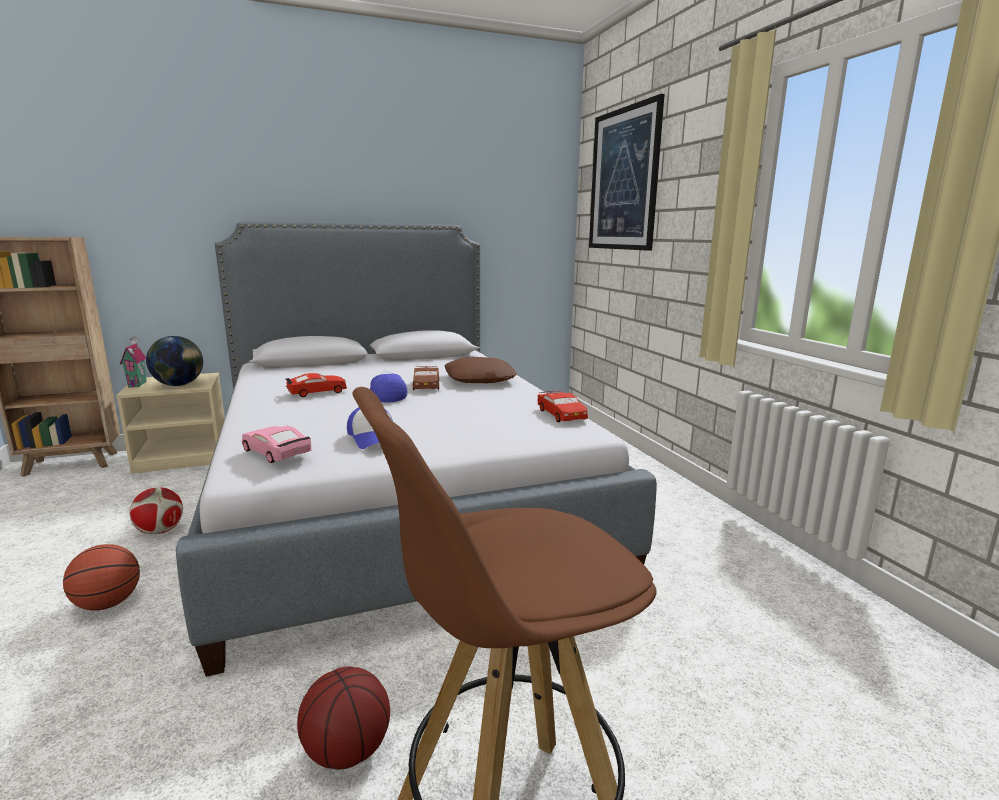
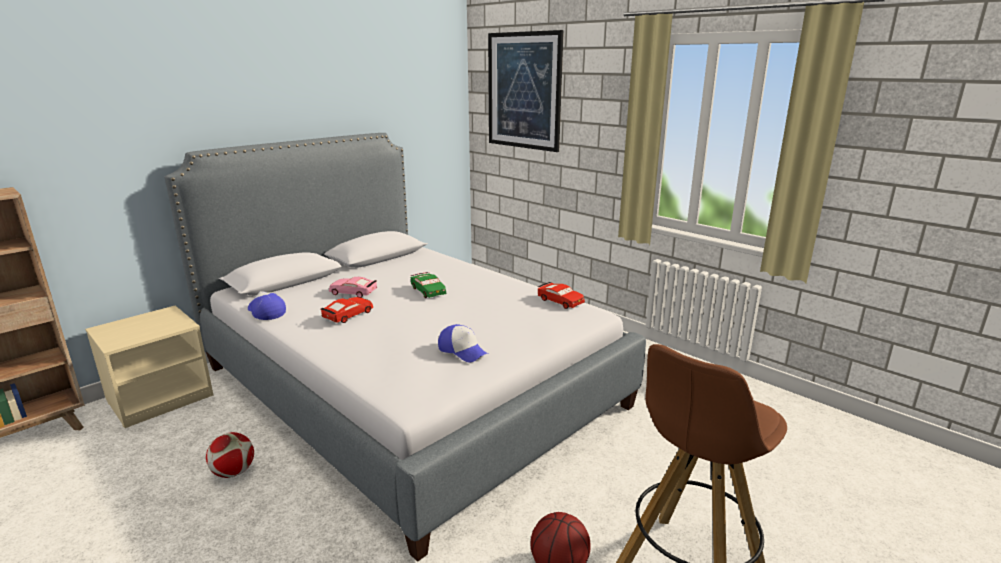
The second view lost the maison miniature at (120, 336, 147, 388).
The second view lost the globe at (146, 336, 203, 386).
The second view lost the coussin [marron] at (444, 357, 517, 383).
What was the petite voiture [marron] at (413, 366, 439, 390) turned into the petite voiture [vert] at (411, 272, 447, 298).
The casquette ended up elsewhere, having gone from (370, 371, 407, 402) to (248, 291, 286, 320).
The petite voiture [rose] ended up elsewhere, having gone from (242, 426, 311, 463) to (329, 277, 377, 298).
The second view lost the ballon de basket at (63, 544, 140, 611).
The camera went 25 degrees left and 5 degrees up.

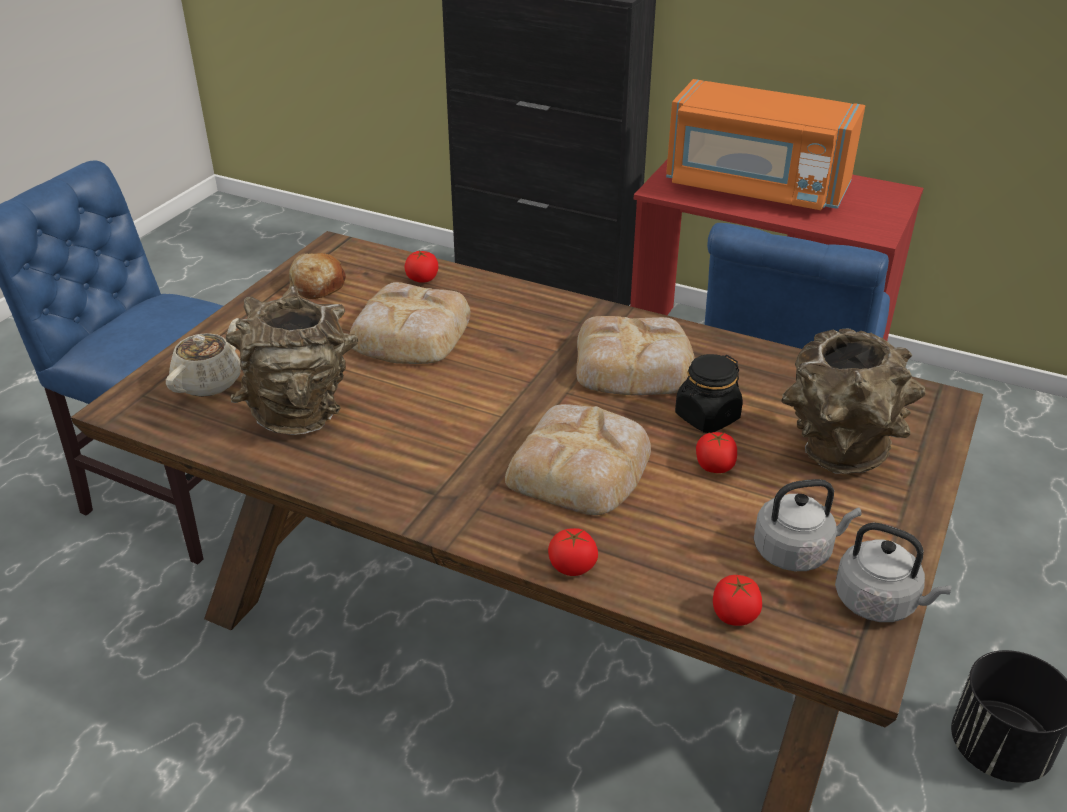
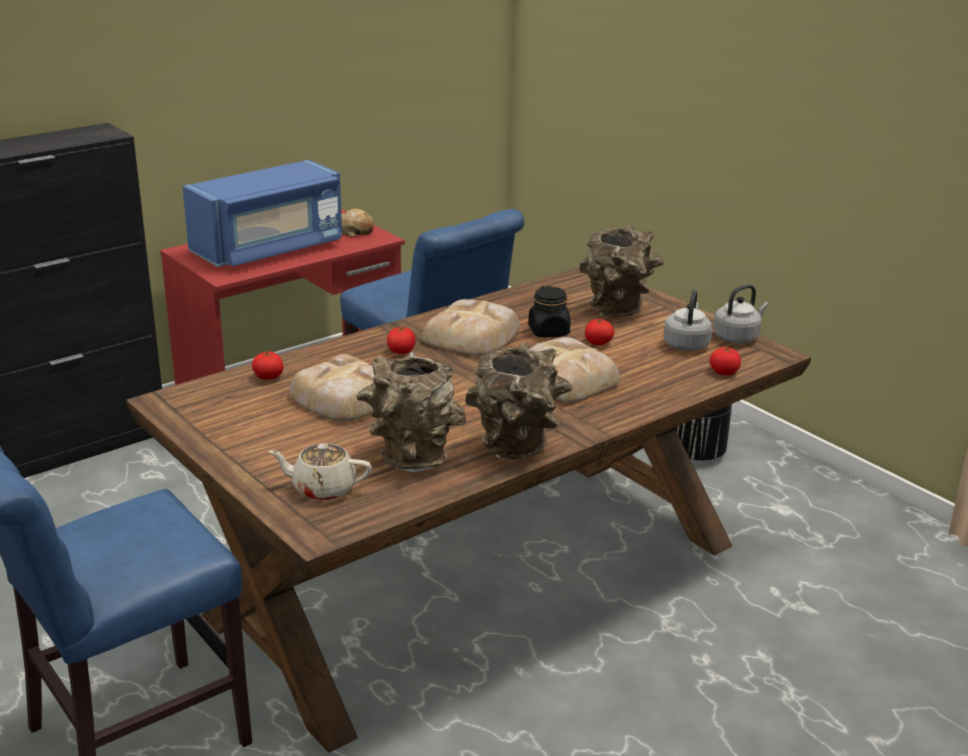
What was the micro-ondes [orange] at (666, 79, 865, 210) turned into the micro-ondes [bleu] at (182, 160, 342, 267).
The pain ended up elsewhere, having gone from (289, 253, 346, 299) to (341, 208, 374, 237).
The théière [beige] at (166, 318, 241, 397) ended up facing another way, 45 degrees counterclockwise from before.
The tomate ended up elsewhere, having gone from (548, 528, 598, 576) to (387, 327, 415, 354).
The second view gained the vase [marron] at (465, 343, 572, 460).
The camera went 65 degrees left and 10 degrees down.

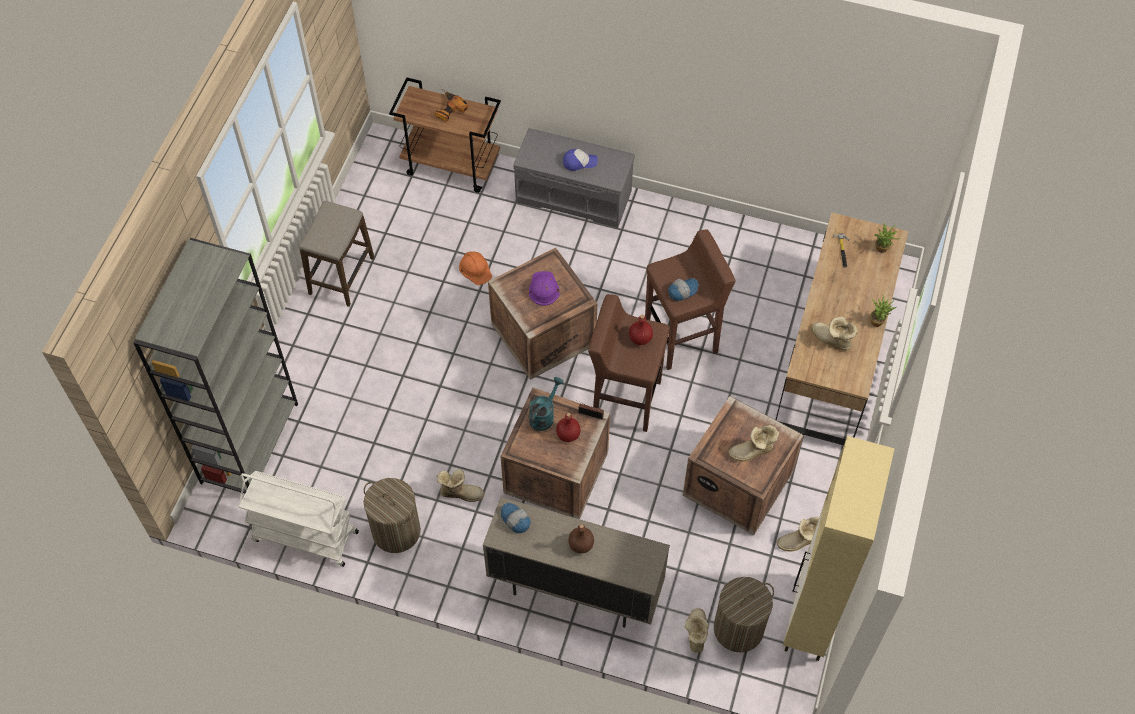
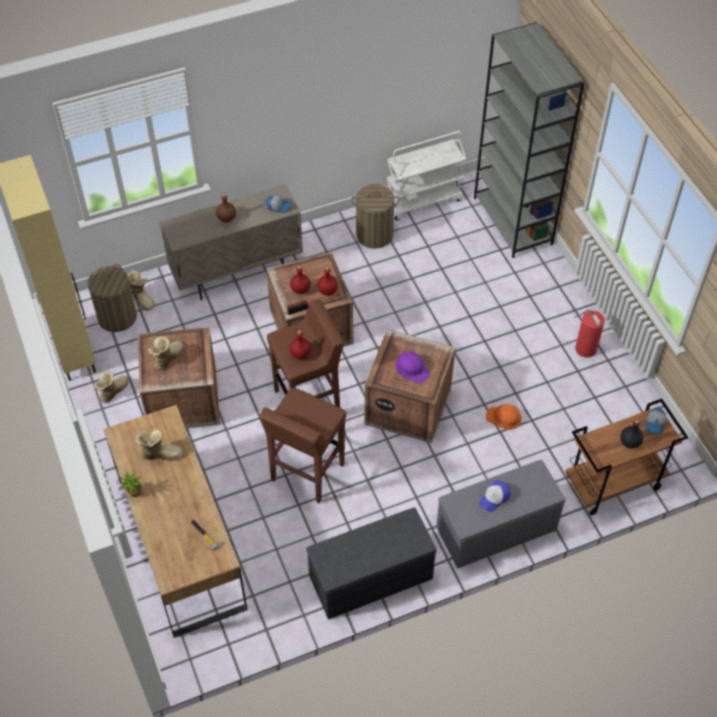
Where the perceuse stood at (435, 89, 468, 122), the bouteille [noir] came to stand at (621, 420, 643, 448).
Where the tabouret stood at (299, 201, 374, 307), the extincteur came to stand at (575, 309, 605, 358).
The second view lost the plante en pot at (874, 222, 901, 253).
The casquette ended up elsewhere, having gone from (668, 278, 699, 301) to (645, 408, 666, 434).
Where the arrosoir [turquoise] stood at (529, 377, 564, 431), the bouteille [rouge] came to stand at (318, 267, 338, 295).
The second view lost the botte at (437, 469, 484, 502).
The second view gained the banc [gris] at (306, 507, 436, 620).
The camera went 140 degrees right and 5 degrees down.

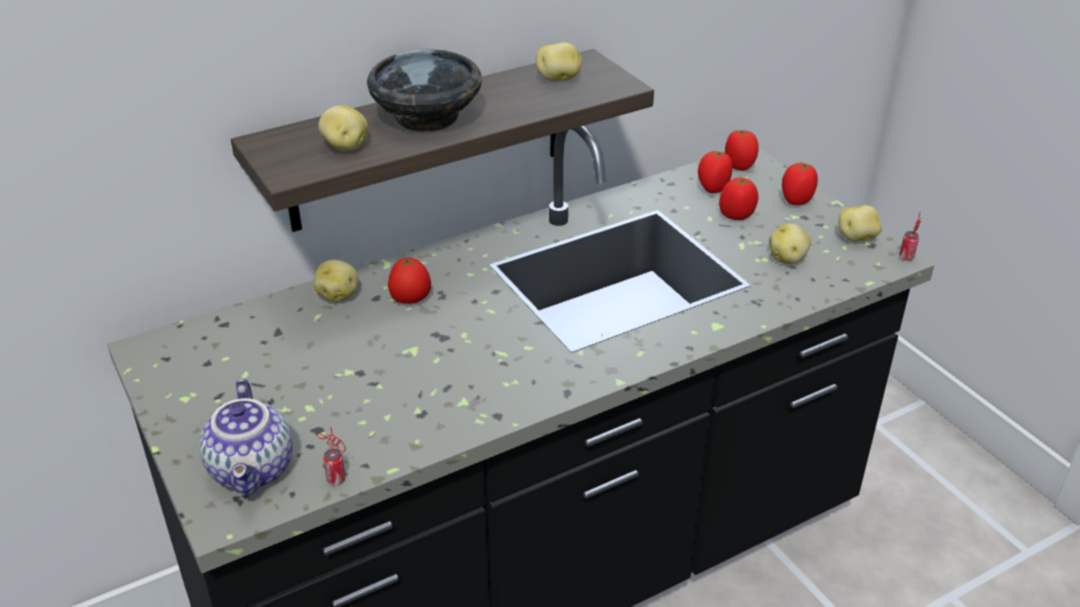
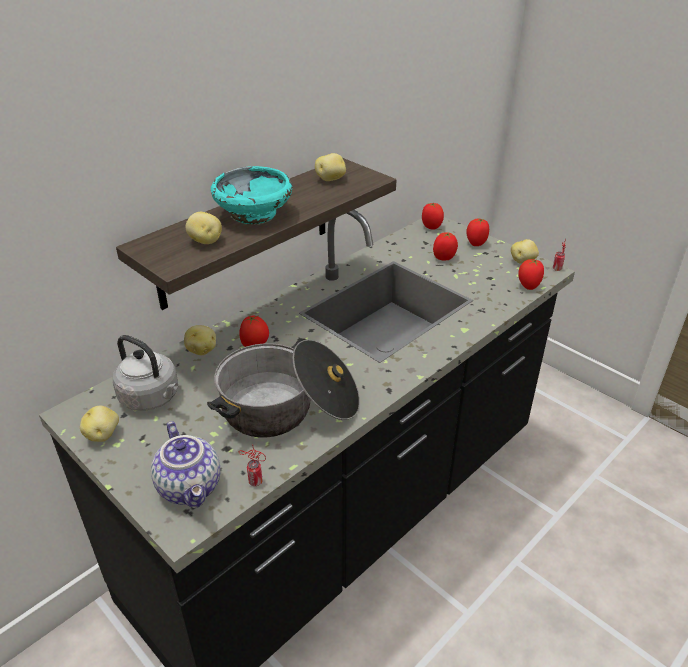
What was the bol [noir] at (367, 49, 482, 133) turned into the bol [turquoise] at (211, 166, 293, 225).
The tomate ended up elsewhere, having gone from (698, 151, 732, 193) to (518, 259, 544, 290).
The pomme de terre ended up elsewhere, having gone from (769, 224, 811, 264) to (80, 406, 119, 442).
The second view gained the bouilloire [gris] at (113, 335, 178, 411).
The second view gained the marmite at (207, 338, 360, 437).
The camera went 15 degrees left and 0 degrees up.

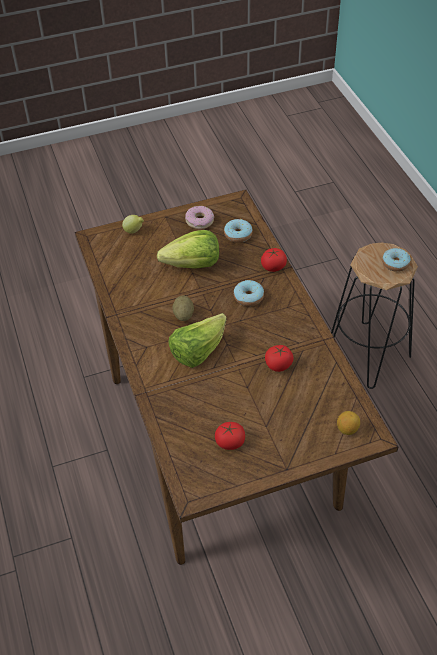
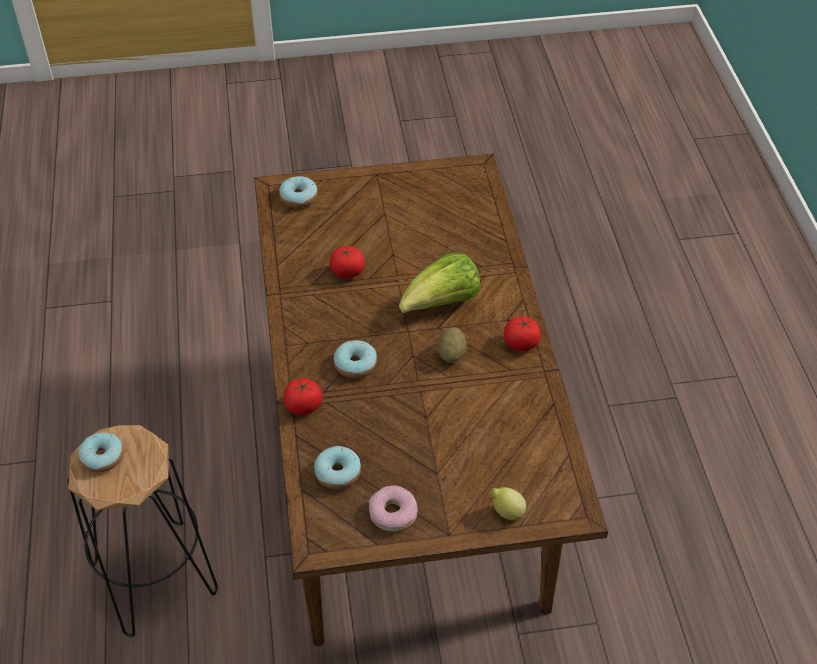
The second view lost the laitue at (157, 230, 219, 269).
Where the citron stood at (337, 411, 360, 435), the beignet came to stand at (279, 176, 318, 208).
The tomate ended up elsewhere, having gone from (215, 422, 245, 450) to (504, 316, 541, 351).
The camera went 170 degrees left and 0 degrees up.

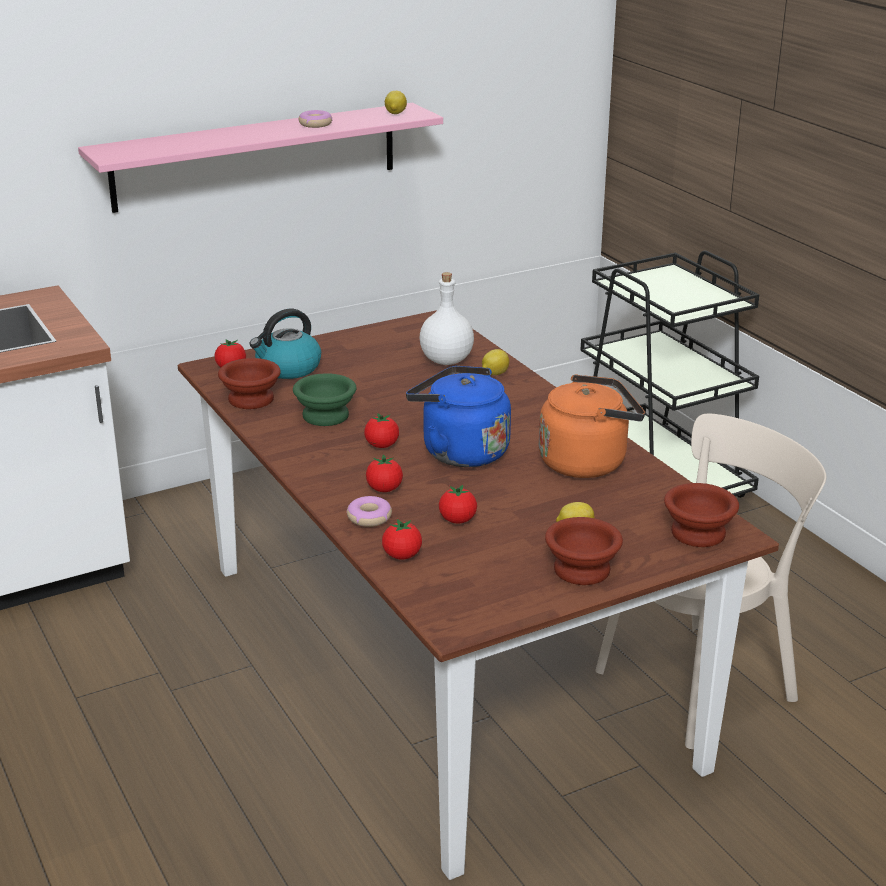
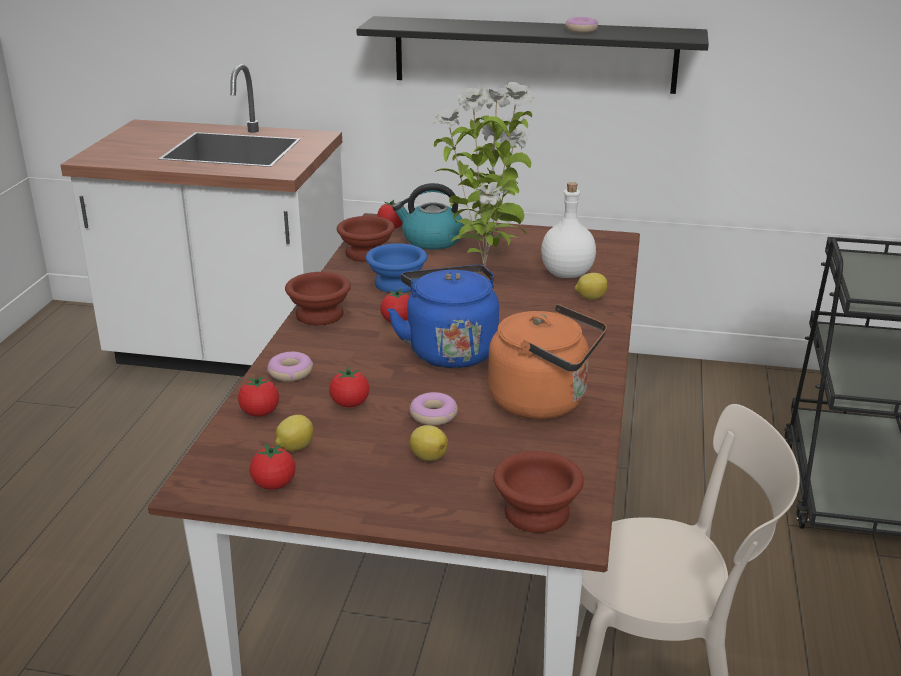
The citron ended up elsewhere, having gone from (385, 91, 407, 114) to (275, 415, 314, 451).
What was the étagère [rose] at (78, 103, 443, 213) turned into the étagère [noir] at (356, 16, 709, 94).
What was the bol [vert] at (293, 373, 357, 426) turned into the bol [bleu] at (366, 243, 427, 293).
The tomate ended up elsewhere, having gone from (366, 454, 403, 492) to (250, 443, 295, 490).
The bol [marron] ended up elsewhere, having gone from (545, 517, 623, 585) to (285, 272, 351, 325).
The second view gained the plante en pot at (434, 82, 534, 266).
The second view gained the beignet at (410, 392, 458, 426).
The camera went 40 degrees right and 0 degrees up.

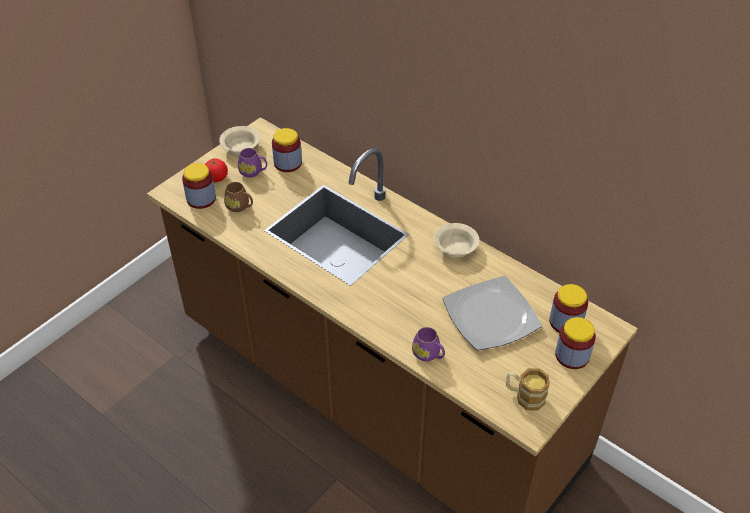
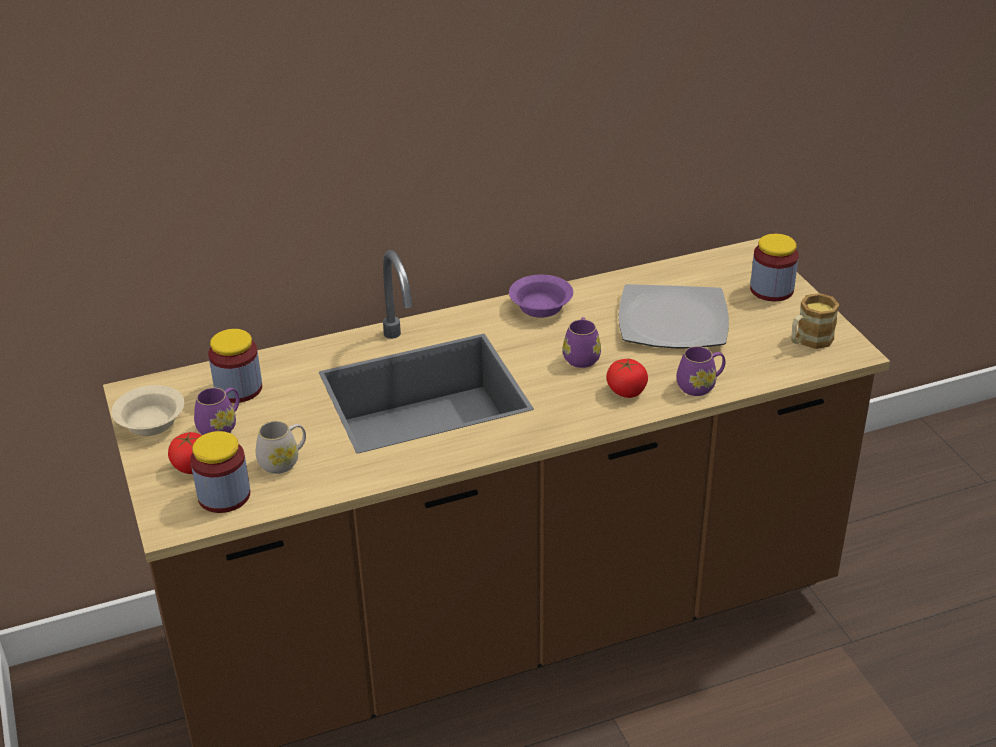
What was the mug [marron] at (224, 182, 253, 212) turned into the mug [blanc] at (256, 421, 306, 474).
What was the bol [beige] at (434, 223, 479, 257) turned into the bol [violet] at (509, 275, 573, 318).
The second view lost the bocal at (549, 284, 588, 333).
The second view gained the mug [violet] at (563, 317, 601, 368).
The second view gained the tomate at (606, 359, 648, 398).
The camera went 60 degrees left and 10 degrees down.

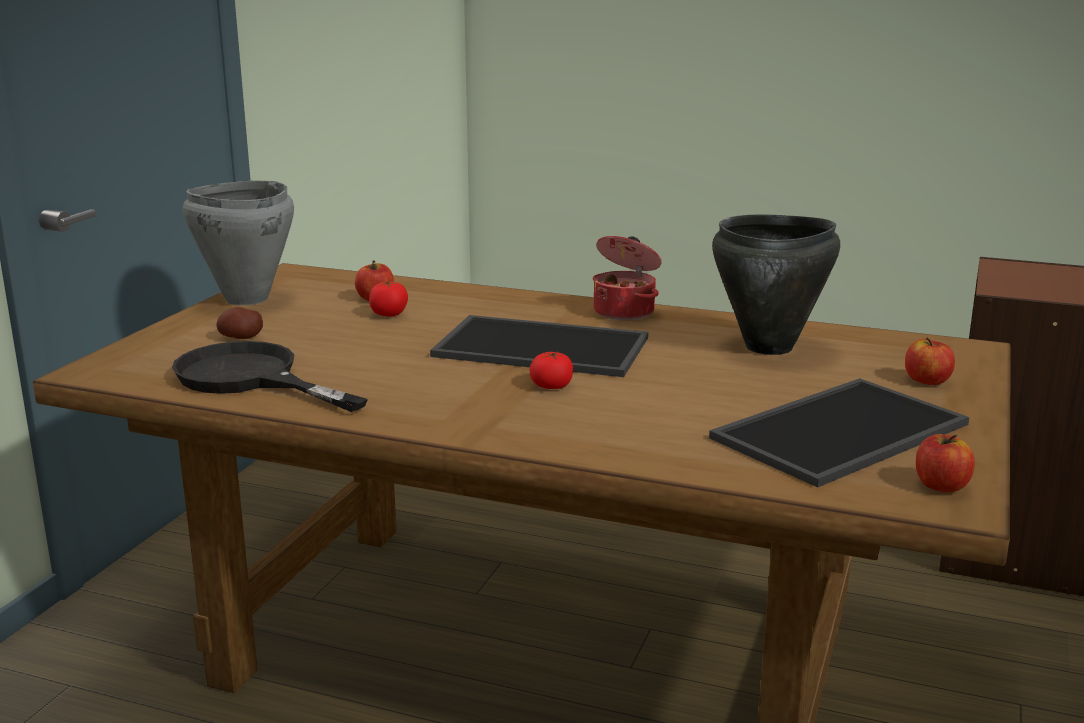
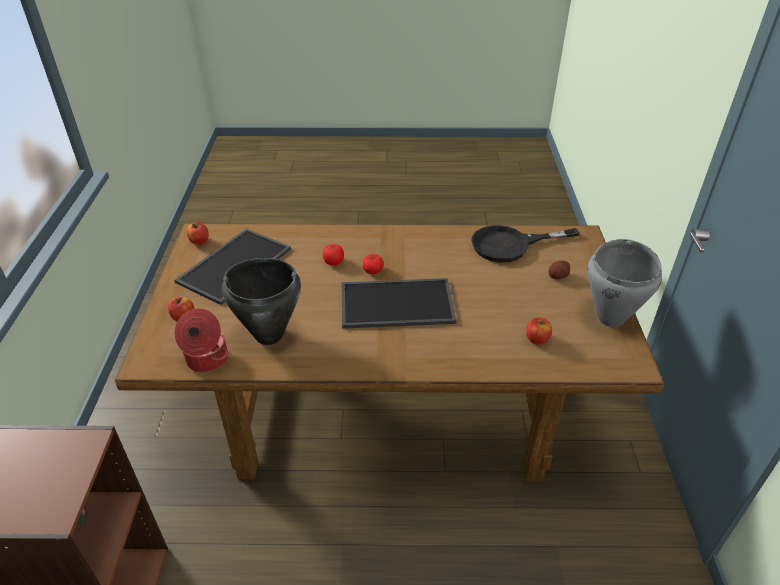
The marmite ended up elsewhere, having gone from (593, 236, 662, 320) to (174, 308, 228, 372).
The tomate ended up elsewhere, having gone from (369, 281, 408, 317) to (323, 244, 344, 265).
The poêle [noir] at (172, 341, 368, 412) ended up facing another way, 150 degrees clockwise from before.
The camera went 160 degrees right and 20 degrees up.

